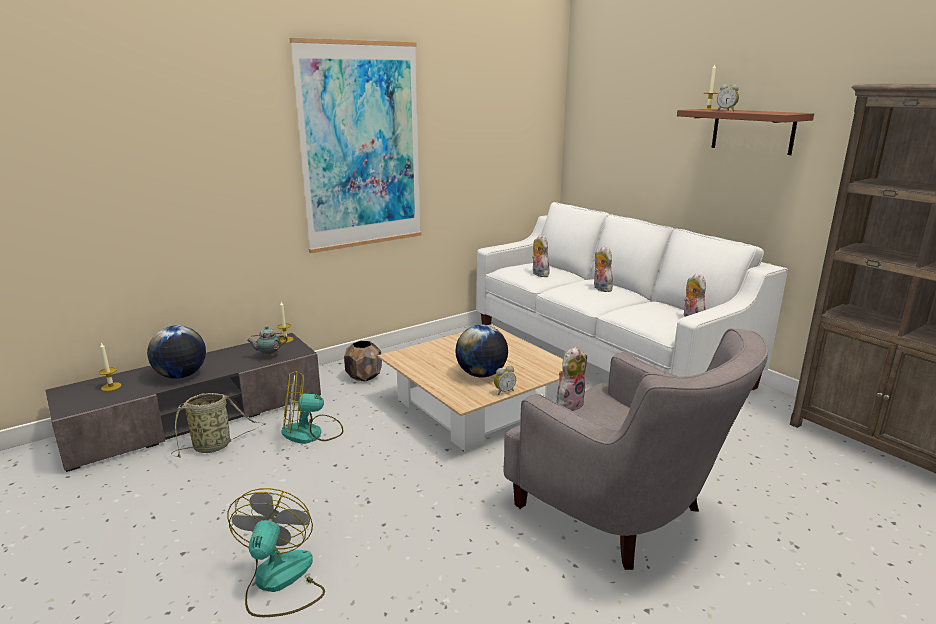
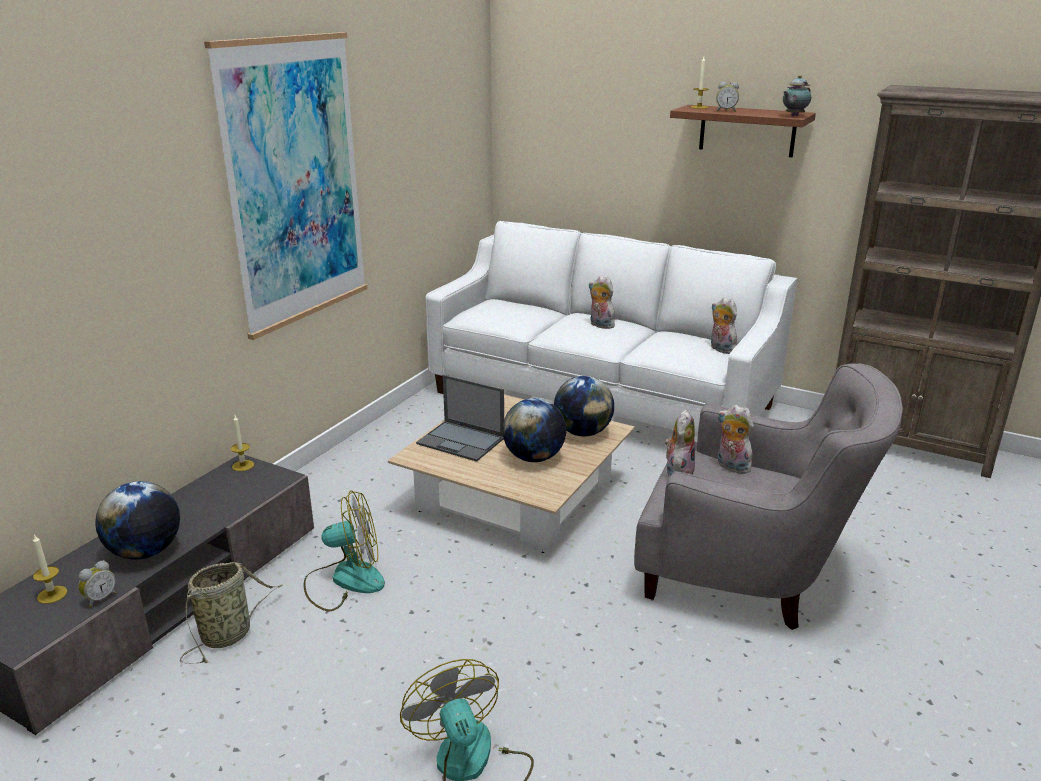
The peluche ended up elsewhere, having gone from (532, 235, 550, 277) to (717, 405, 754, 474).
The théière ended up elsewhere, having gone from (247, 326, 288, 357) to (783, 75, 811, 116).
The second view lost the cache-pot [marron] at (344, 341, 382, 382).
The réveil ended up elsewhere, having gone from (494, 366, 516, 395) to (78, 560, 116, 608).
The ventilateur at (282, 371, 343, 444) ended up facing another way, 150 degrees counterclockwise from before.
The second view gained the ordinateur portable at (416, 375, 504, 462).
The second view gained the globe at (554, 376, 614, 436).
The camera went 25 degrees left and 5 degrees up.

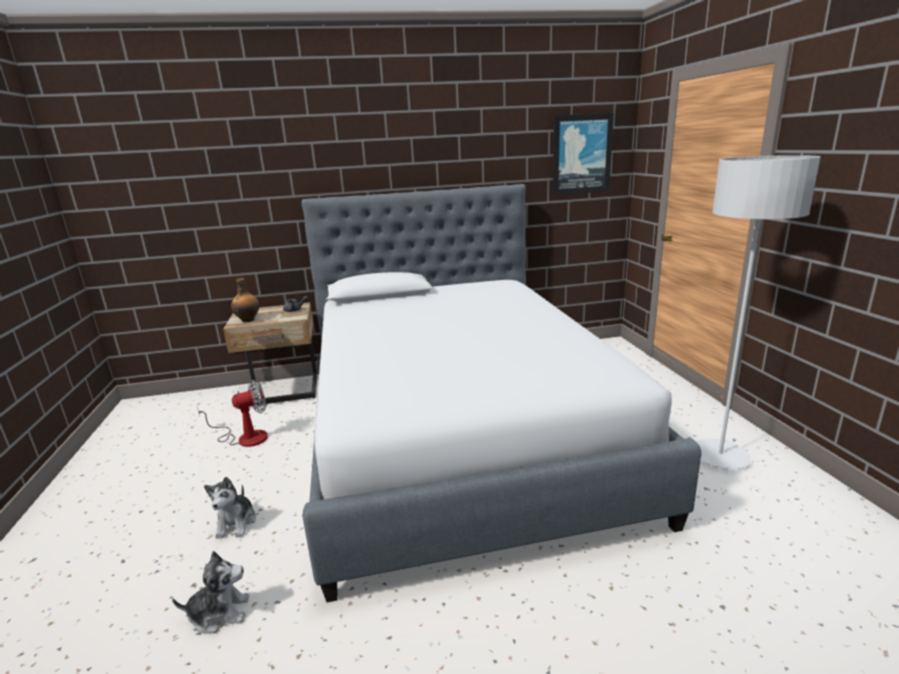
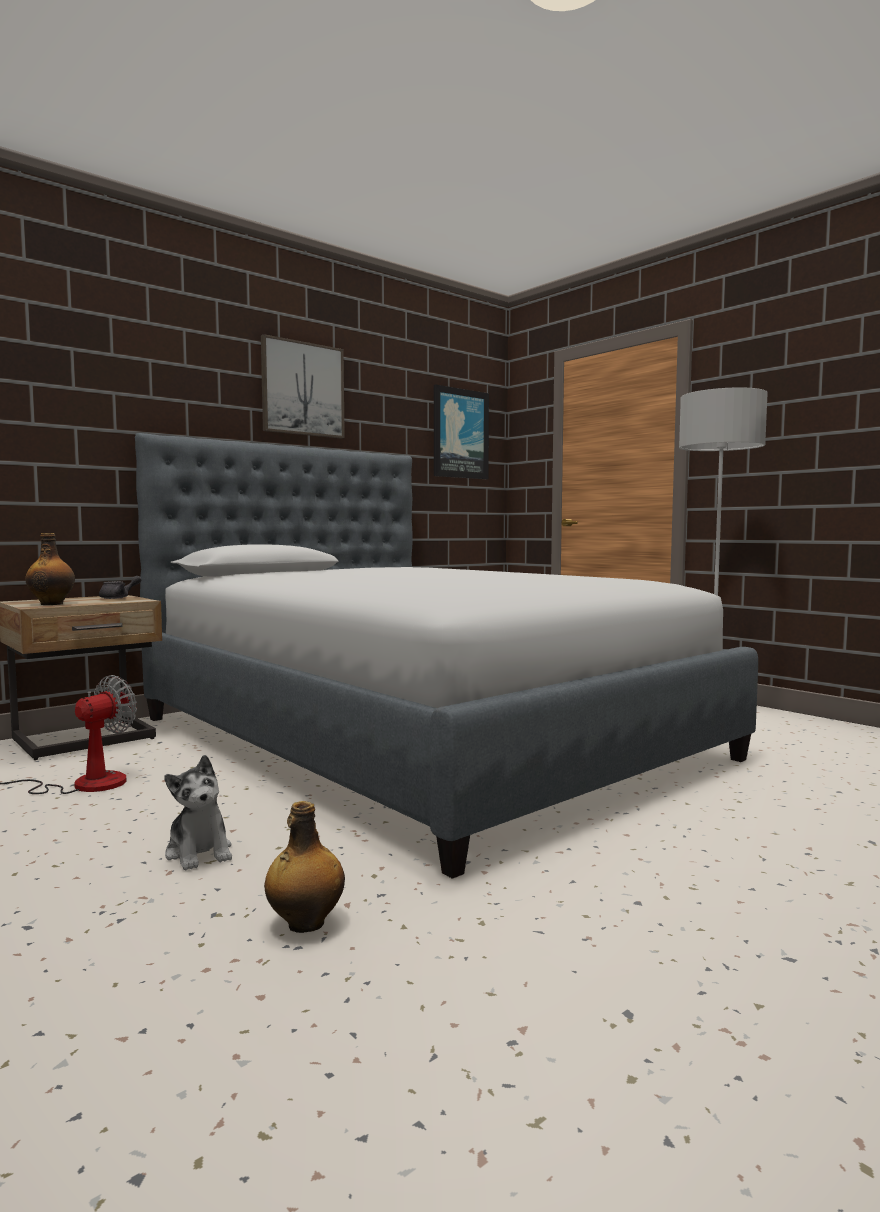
Where the peluche stood at (172, 551, 249, 633), the bouteille came to stand at (264, 801, 345, 933).
The second view gained the tableau at (261, 334, 345, 438).
The camera went 30 degrees left and 15 degrees down.

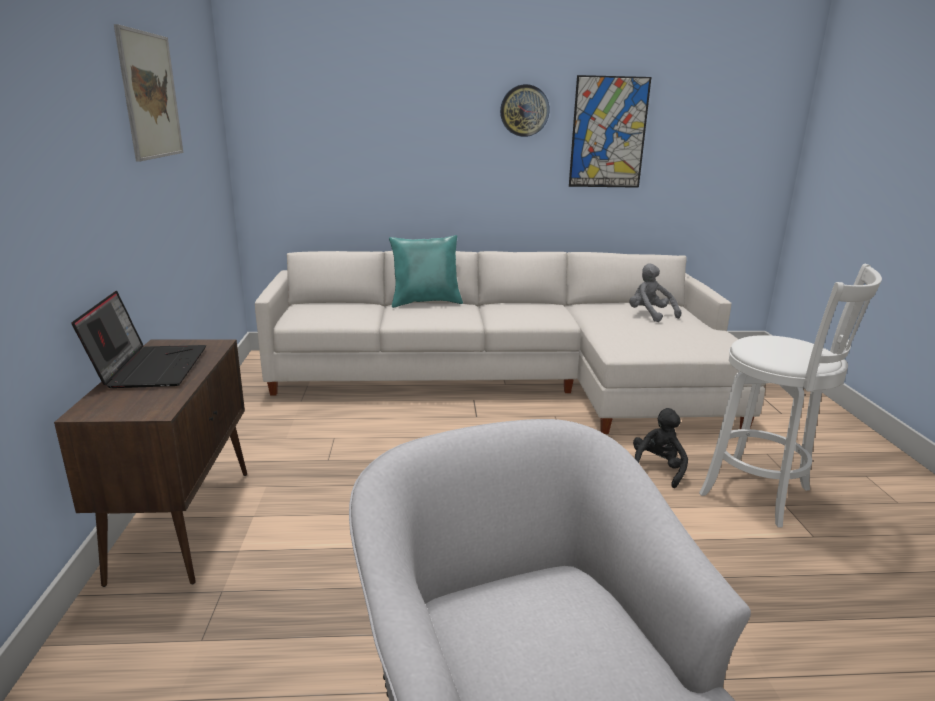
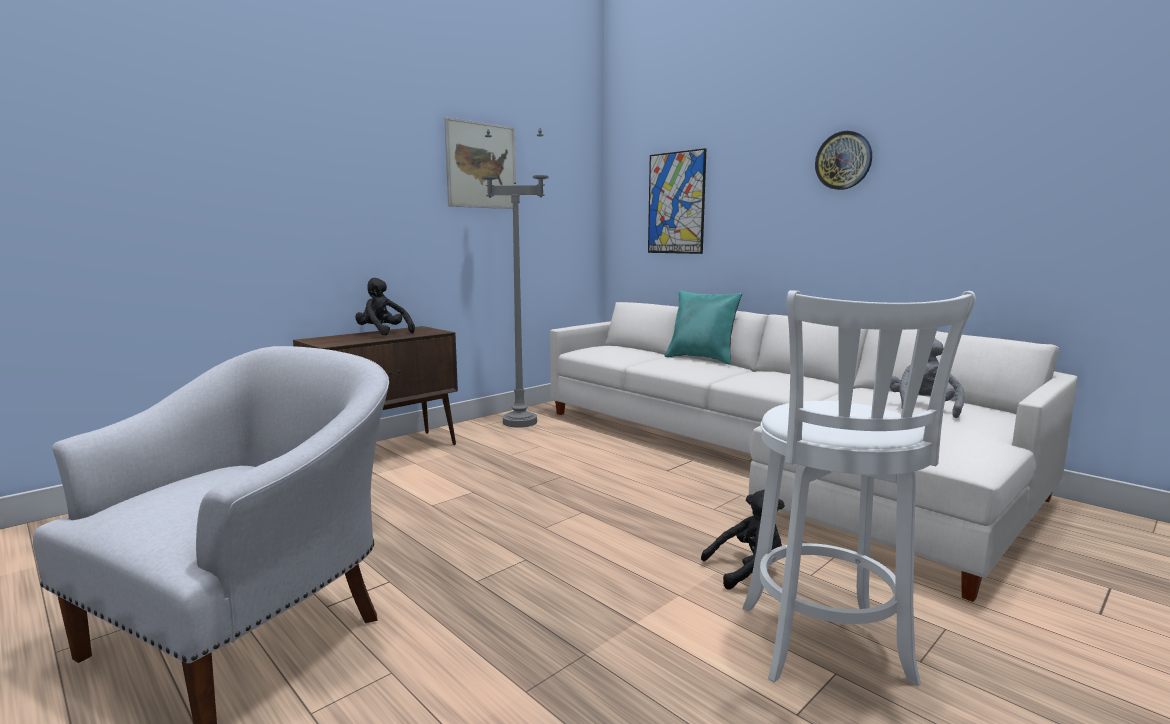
The tableau ended up elsewhere, having gone from (569, 75, 651, 188) to (648, 148, 706, 254).
Where the ordinateur portable stood at (72, 291, 206, 388), the peluche [noir] came to stand at (355, 278, 415, 336).
The second view gained the lampadaire [gris] at (482, 129, 549, 428).
The camera went 50 degrees right and 10 degrees down.

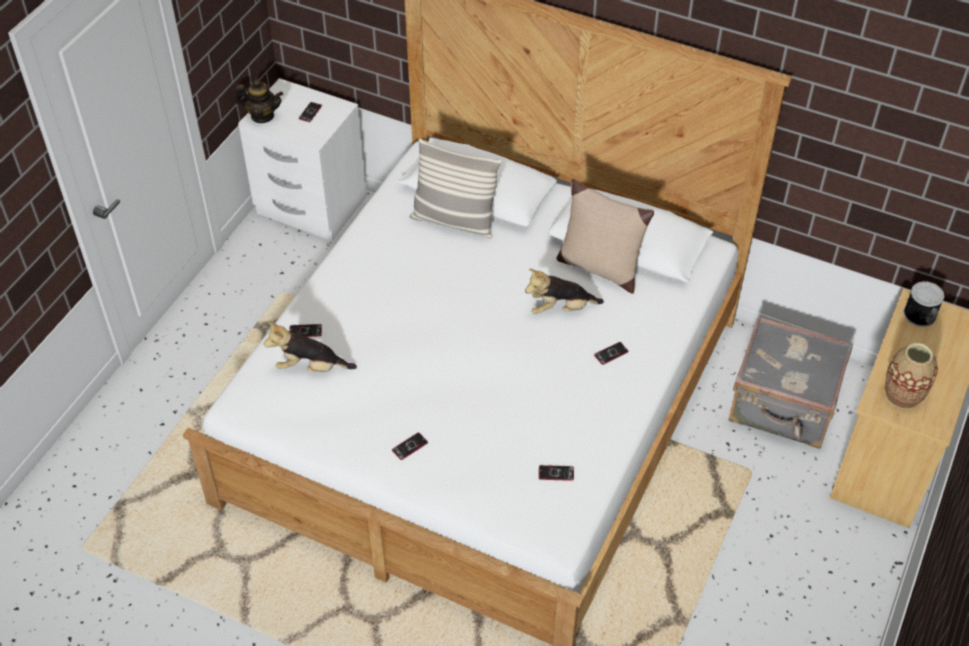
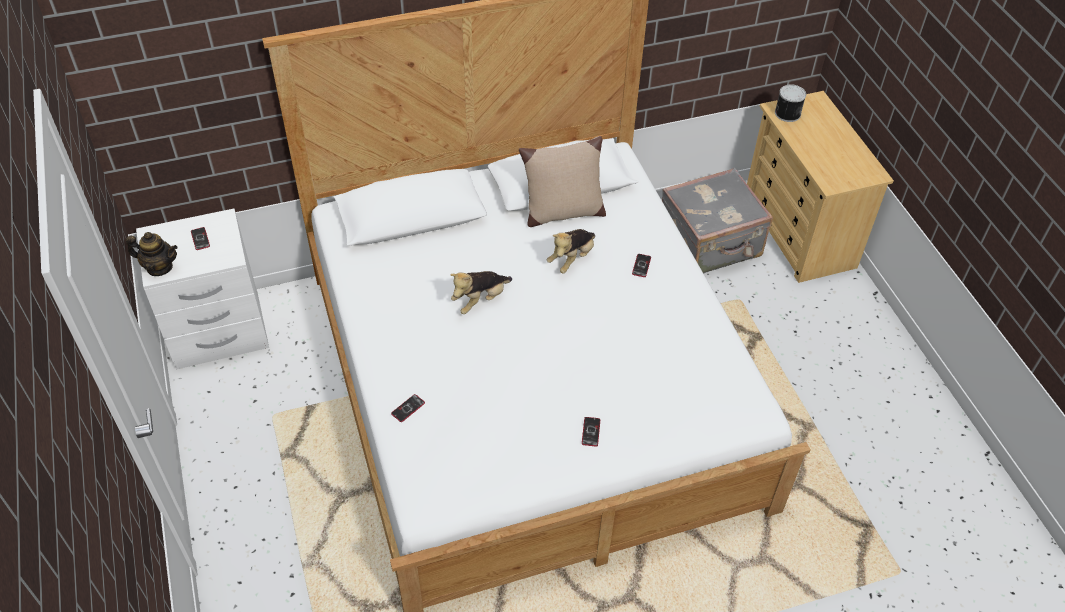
The théière at (235, 80, 283, 123) ended up facing another way, 45 degrees clockwise from before.
The second view lost the coussin at (409, 139, 502, 238).
The peluche ended up elsewhere, having gone from (264, 322, 357, 372) to (450, 271, 512, 314).
The second view lost the vase at (885, 343, 938, 409).
The second view lost the téléphone at (539, 465, 574, 481).
The camera went 45 degrees left and 0 degrees up.

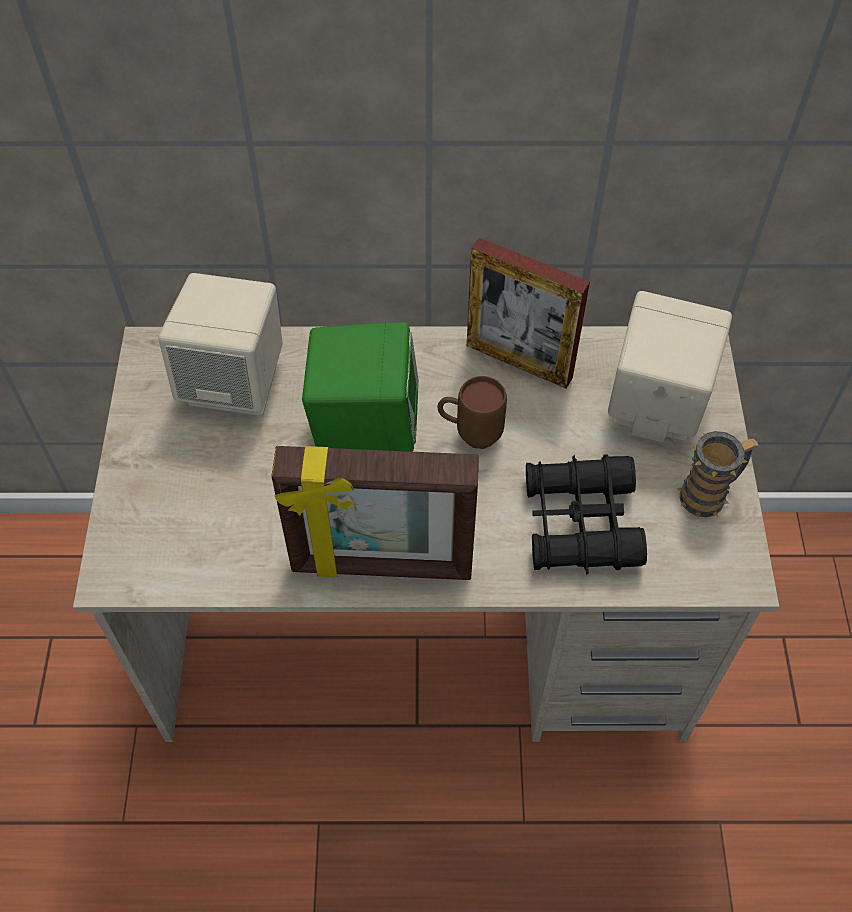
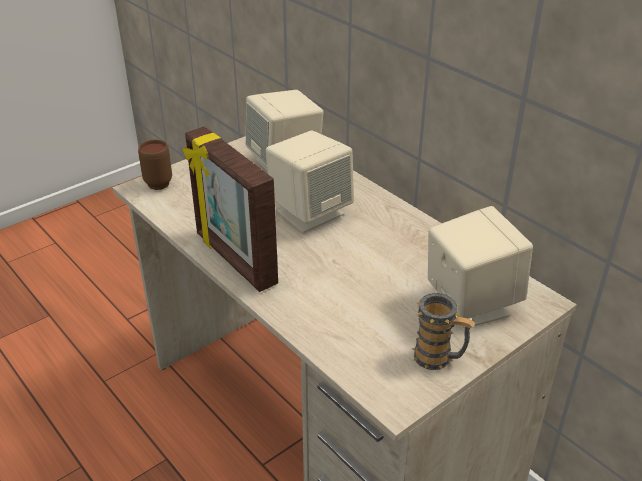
The second view lost the cadre photo at (467, 238, 590, 388).
What was the enceinte [vert] at (302, 322, 419, 452) turned into the enceinte [beige] at (266, 131, 354, 233).
The mug [marron] ended up elsewhere, having gone from (437, 376, 507, 449) to (138, 140, 172, 190).
The second view lost the jumelles [noir] at (526, 455, 647, 575).
The camera went 50 degrees right and 20 degrees down.

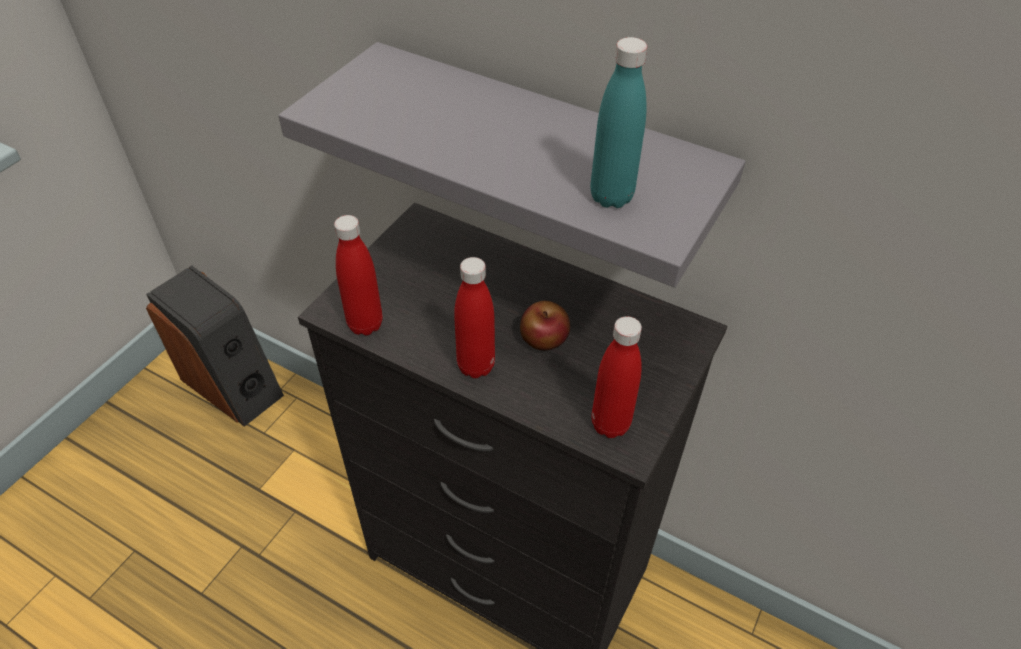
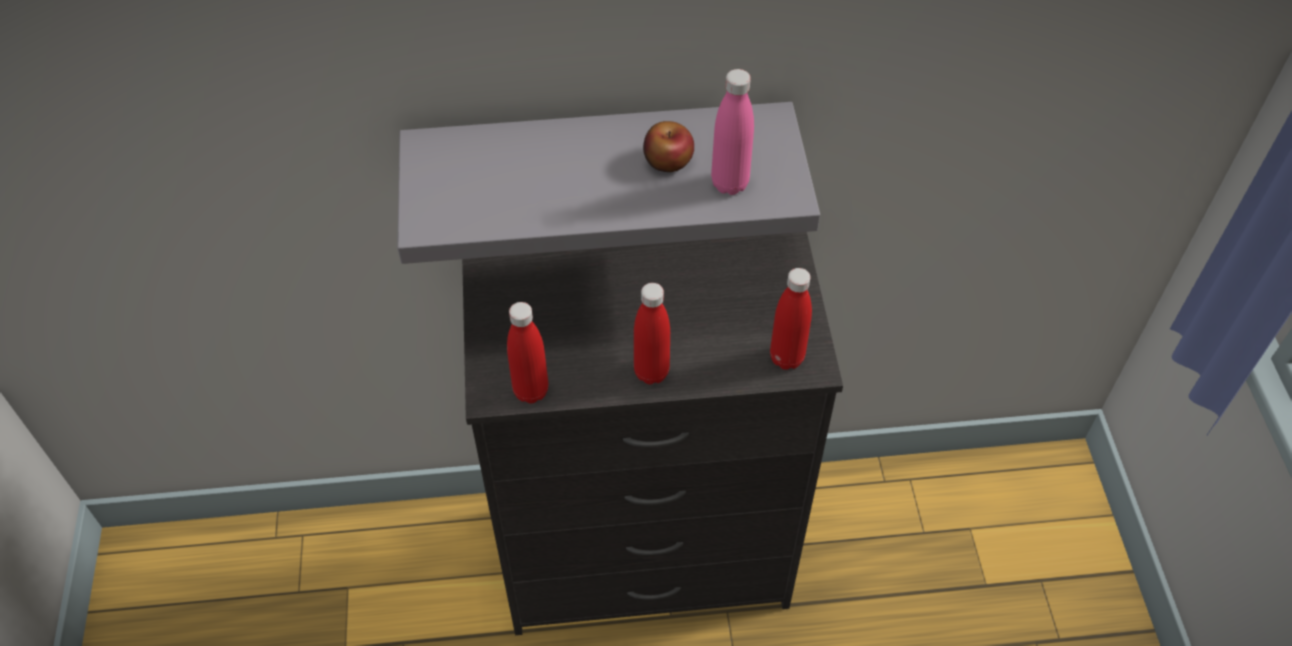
What was the bouteille [turquoise] at (590, 37, 647, 208) turned into the bouteille [rose] at (711, 69, 754, 195).
The second view lost the enceinte at (146, 266, 284, 427).
The pomme ended up elsewhere, having gone from (520, 301, 570, 351) to (643, 121, 694, 172).
The camera went 35 degrees left and 5 degrees up.

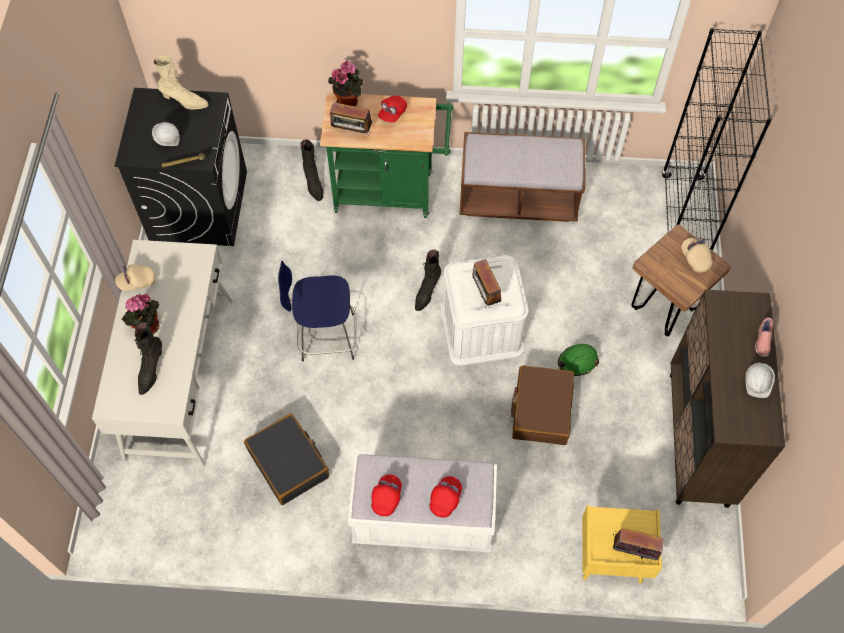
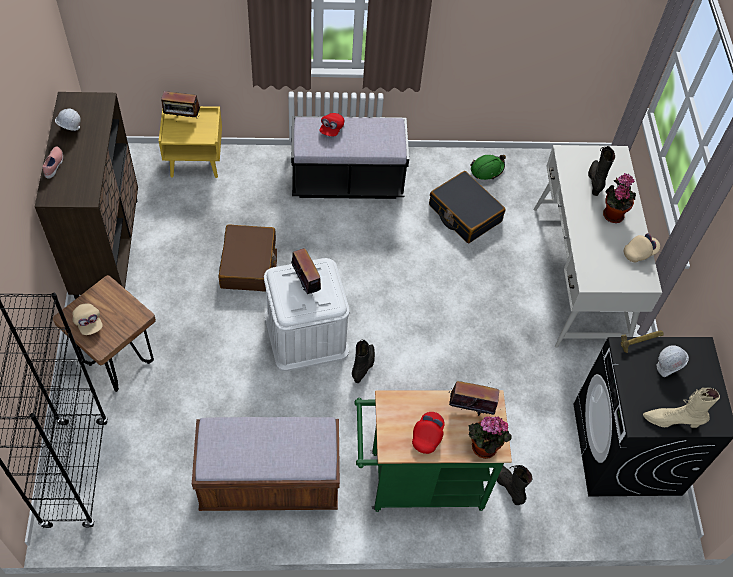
The second view lost the tabouret [bleu] at (278, 261, 356, 362).
The casque de chantier [vert] ended up elsewhere, having gone from (558, 344, 599, 376) to (471, 155, 506, 180).
What was the banc [blanc] at (348, 454, 497, 552) turned into the banc [noir] at (291, 116, 409, 199).
The second view lost the casquette [rouge] at (371, 474, 402, 516).
The camera went 170 degrees right and 5 degrees down.

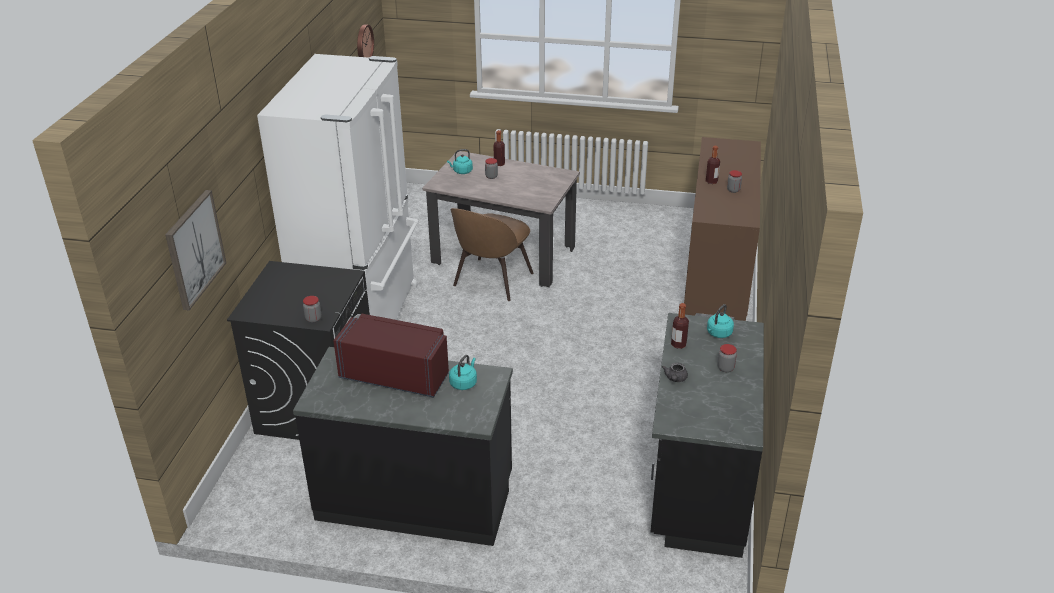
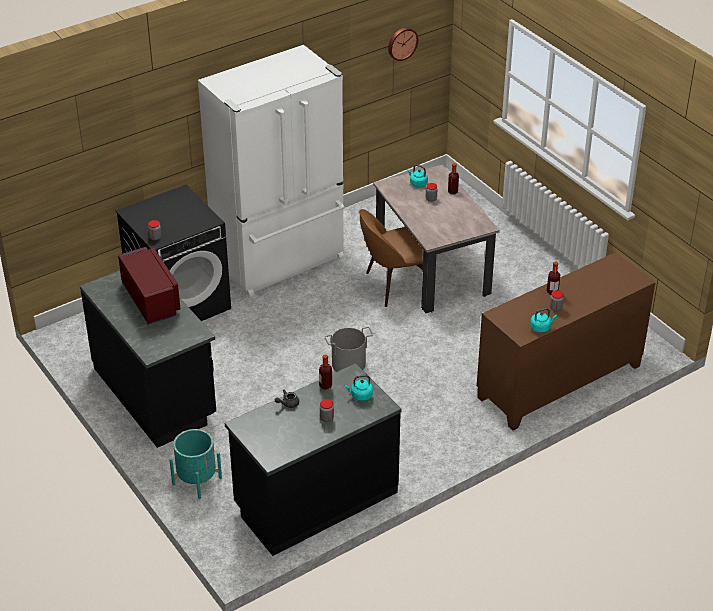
The second view lost the tableau at (165, 190, 226, 310).
The bouilloire [turquoise] ended up elsewhere, having gone from (449, 355, 477, 390) to (530, 308, 557, 333).
The second view gained the seau [gris] at (325, 327, 373, 372).
The second view gained the cache-pot [turquoise] at (169, 429, 222, 499).
The camera went 45 degrees right and 5 degrees up.

